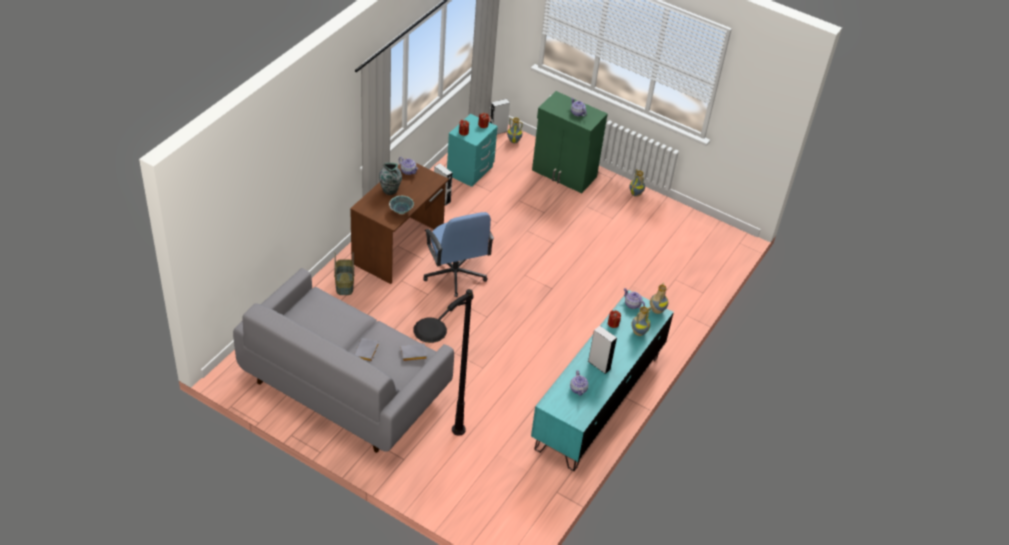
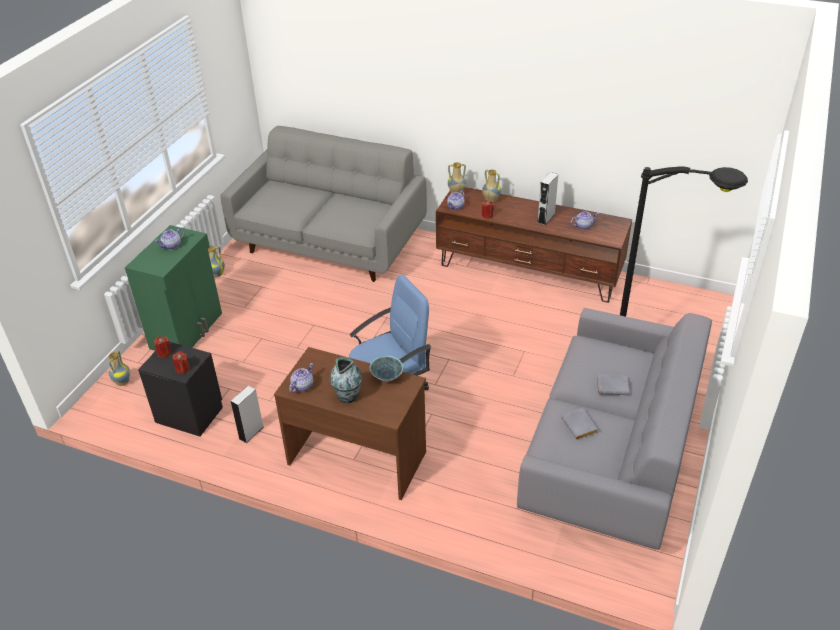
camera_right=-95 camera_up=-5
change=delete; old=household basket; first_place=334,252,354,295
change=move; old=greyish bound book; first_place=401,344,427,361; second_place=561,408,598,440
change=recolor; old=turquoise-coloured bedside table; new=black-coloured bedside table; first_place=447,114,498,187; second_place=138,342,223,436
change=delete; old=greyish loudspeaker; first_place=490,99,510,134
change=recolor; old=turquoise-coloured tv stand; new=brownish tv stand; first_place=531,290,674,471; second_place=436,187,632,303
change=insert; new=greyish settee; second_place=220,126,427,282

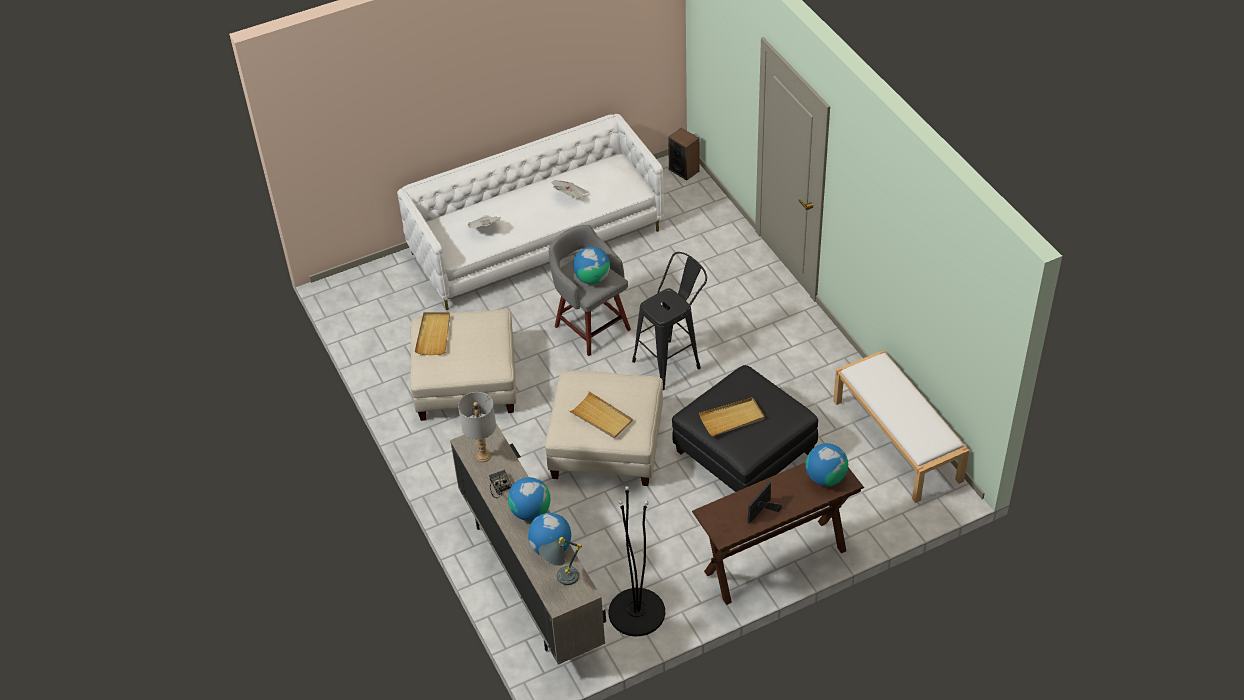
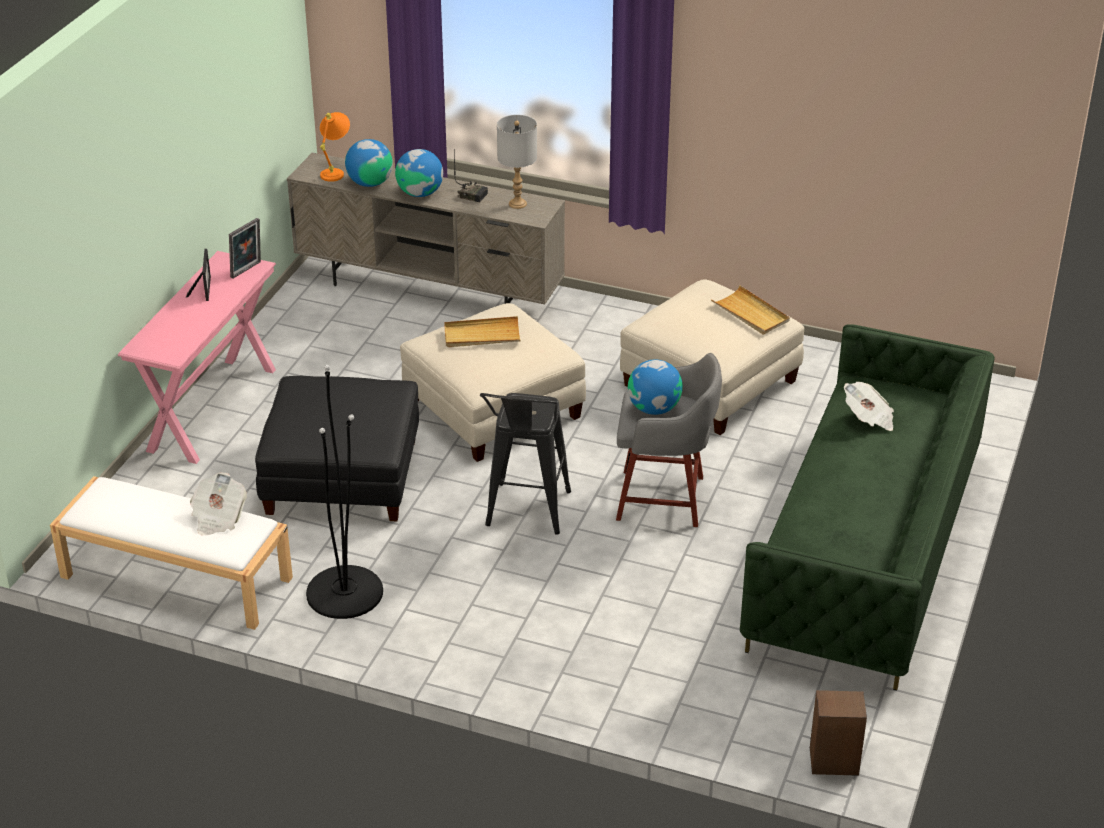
camera_right=135 camera_up=-10
change=recolor; old=white settee; new=green-coloured settee; first_place=397,114,664,310; second_place=740,324,995,691
change=recolor; old=greyish table lamp; new=orangey table lamp; first_place=539,537,582,585; second_place=320,112,350,182
change=move; old=daily paper; first_place=551,180,589,198; second_place=190,472,247,535
change=move; old=black-coloured standard lamp; first_place=608,486,665,636; second_place=306,365,383,619
change=recolor; old=brownish narrow table; new=pink-coloured narrow table; first_place=692,462,864,605; second_place=118,251,276,464
change=delete; old=sand-coloured carrying tray; first_place=699,397,765,436
change=delete; old=world globe; first_place=805,443,848,486
change=insert; new=photo frame; second_place=229,218,261,279

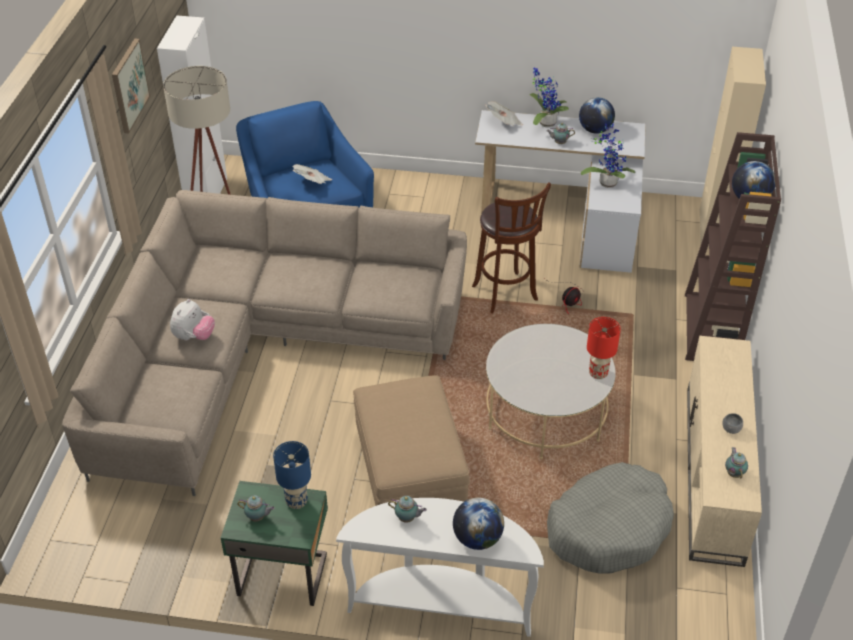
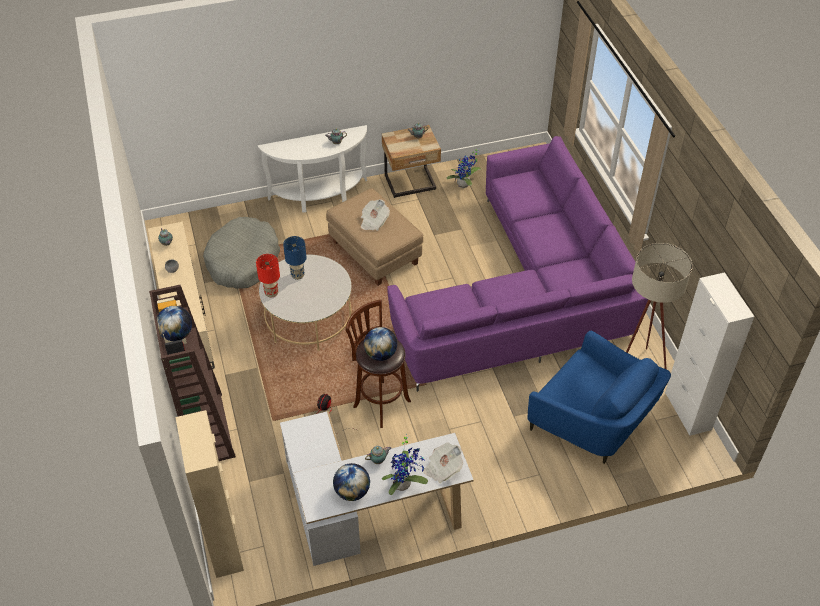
camera_right=155 camera_up=5
change=recolor; old=sand-coloured settee; new=purplish settee; first_place=62,190,467,496; second_place=387,136,648,392
change=delete; old=wall art; first_place=112,39,150,133
change=delete; old=plush toy; first_place=170,299,215,340
change=recolor; old=green-coloured bedside table; new=sand-coloured bedside table; first_place=221,481,328,606; second_place=382,125,441,198
change=move; old=bluish table lamp; first_place=273,441,311,509; second_place=283,236,307,280
change=move; old=daily paper; first_place=293,164,332,184; second_place=361,199,390,231
change=move; old=world globe; first_place=453,497,504,550; second_place=364,327,397,361
change=move; old=plant in a pot; first_place=580,124,635,188; second_place=447,149,481,188

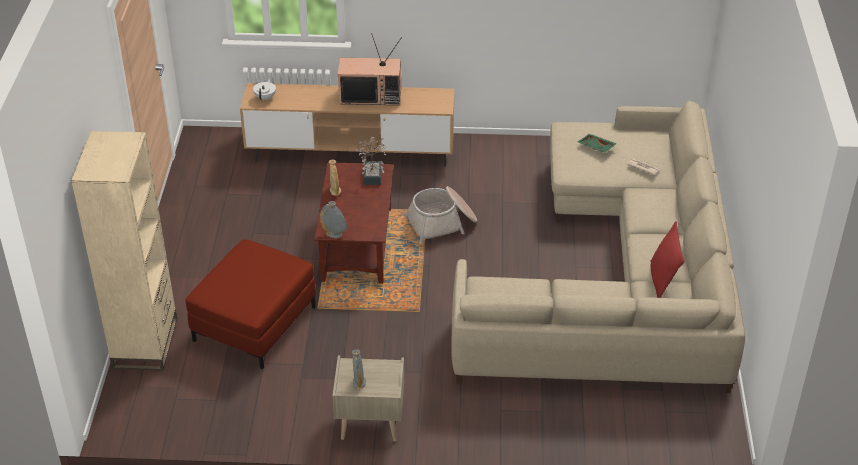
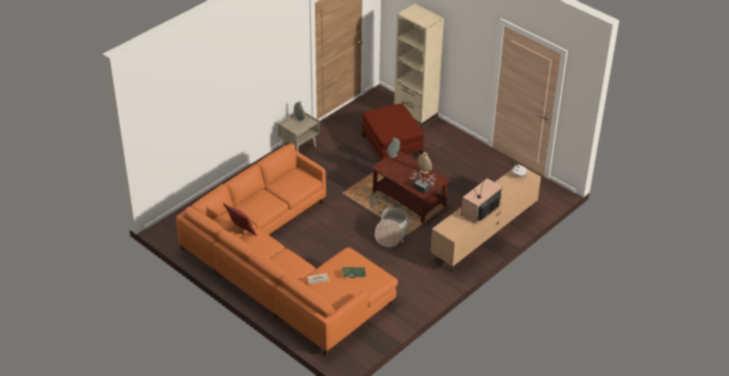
camera_right=130 camera_up=0
change=recolor; old=sand-coloured settee; new=orangey settee; first_place=451,101,745,393; second_place=176,143,398,355

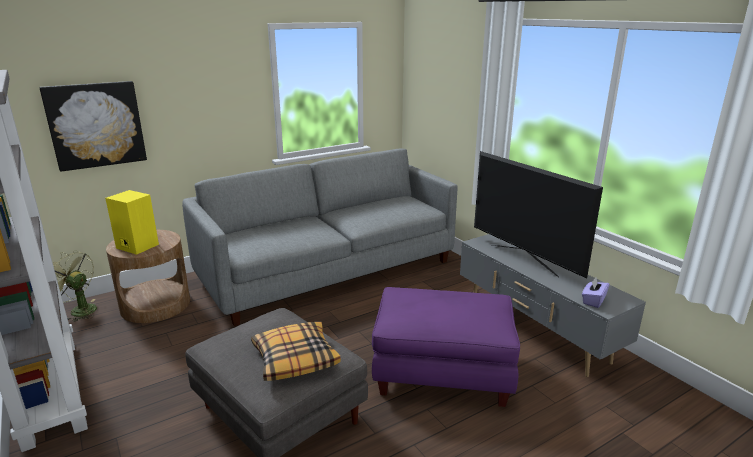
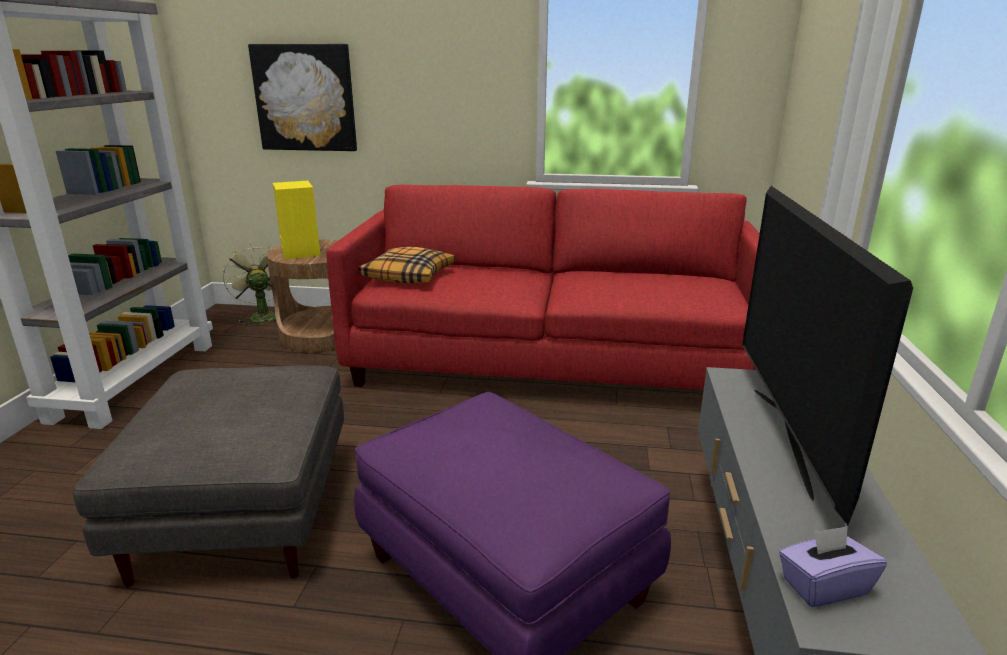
camera_right=40 camera_up=0
change=recolor; old=greyish settee; new=red-coloured settee; first_place=182,149,458,326; second_place=327,185,760,390
change=move; old=cushion; first_place=251,322,341,381; second_place=359,247,455,283

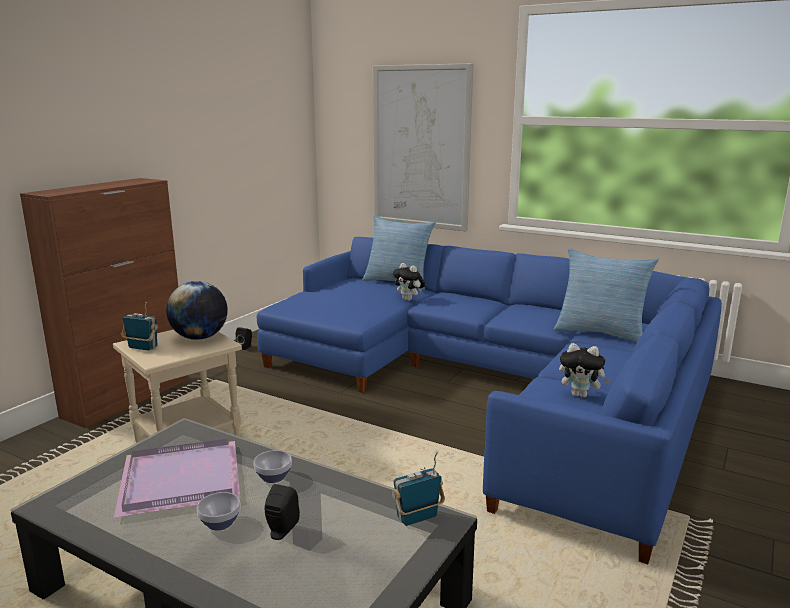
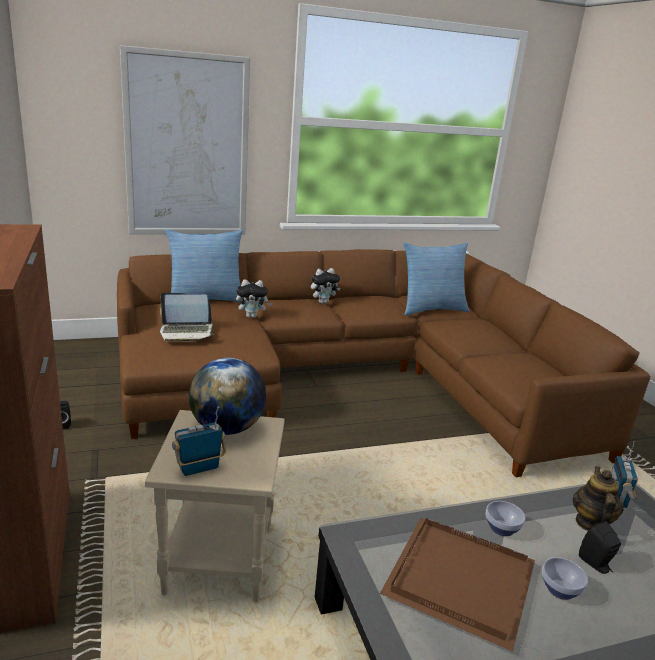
camera_right=-50 camera_up=5
change=recolor; old=purplish carrying tray; new=brownish carrying tray; first_place=114,439,240,518; second_place=380,518,535,651
change=recolor; old=bluish settee; new=brownish settee; first_place=257,237,722,564; second_place=117,249,651,477
change=move; old=plush toy; first_place=559,343,610,398; second_place=311,268,340,304
change=insert; new=notebook computer; second_place=159,292,214,342
change=insert; new=teapot; second_place=572,466,624,531

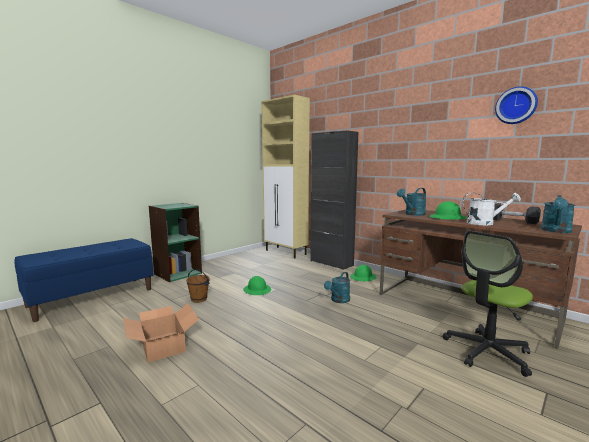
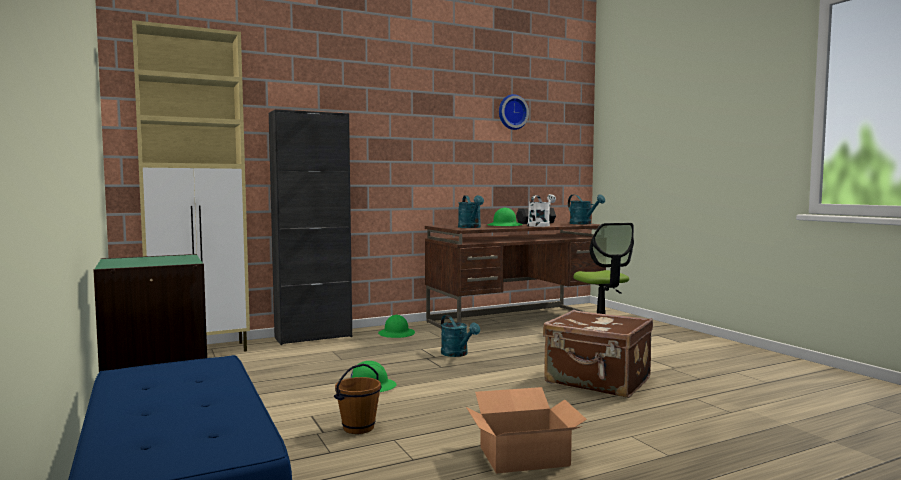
camera_right=-70 camera_up=-5
change=insert; new=brownish travel case; second_place=543,310,653,398

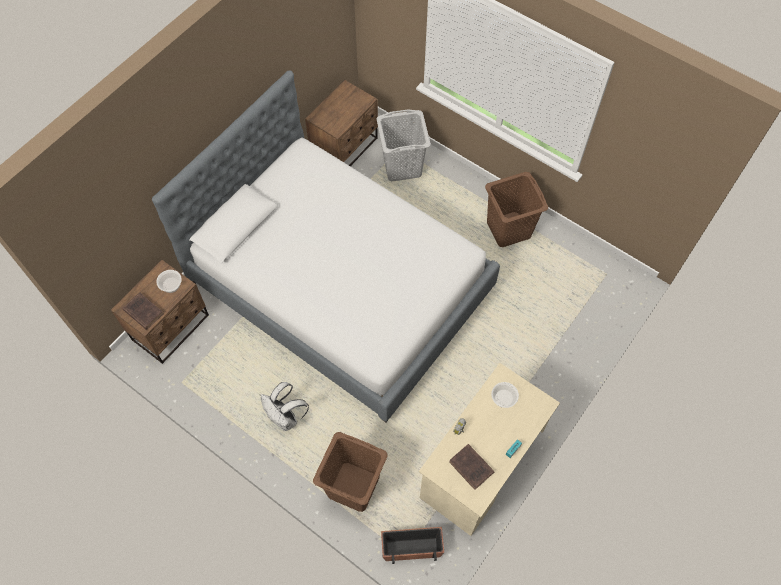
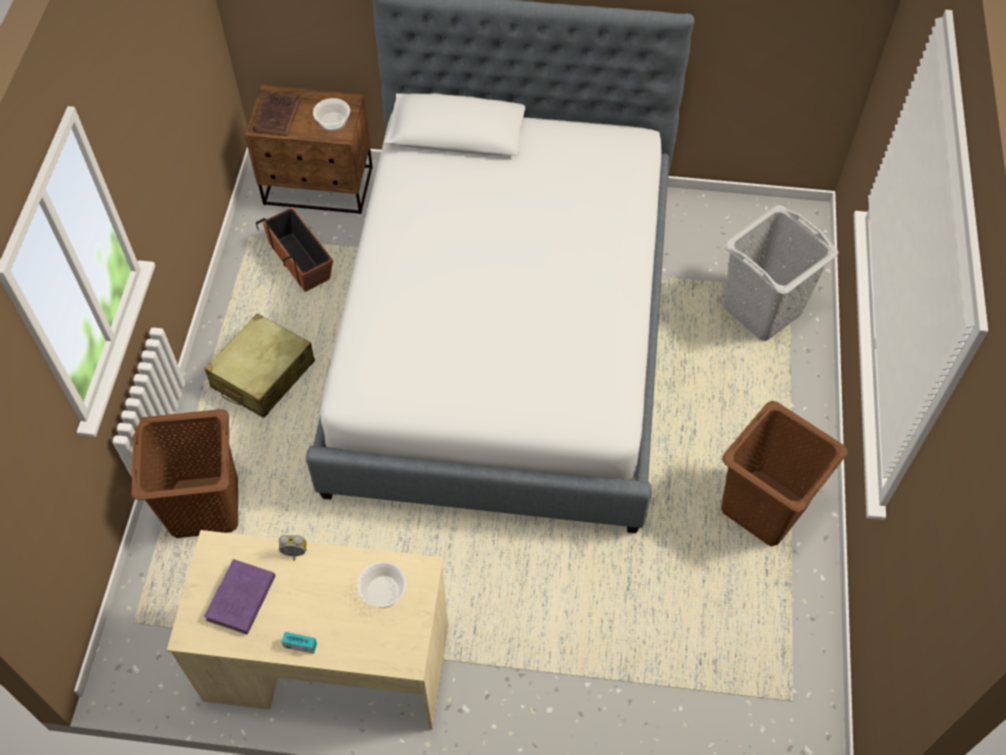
camera_right=60 camera_up=-5
change=replace; old=white knapsack; new=sand-coloured travel case; first_place=261,382,309,431; second_place=204,313,315,418
change=delete; old=brownish bedside table; first_place=305,80,378,166
change=move; old=flower pot; first_place=381,527,444,564; second_place=256,207,333,292
change=recolor; old=brownish bound book; new=purplish bound book; first_place=449,444,495,490; second_place=204,559,276,635

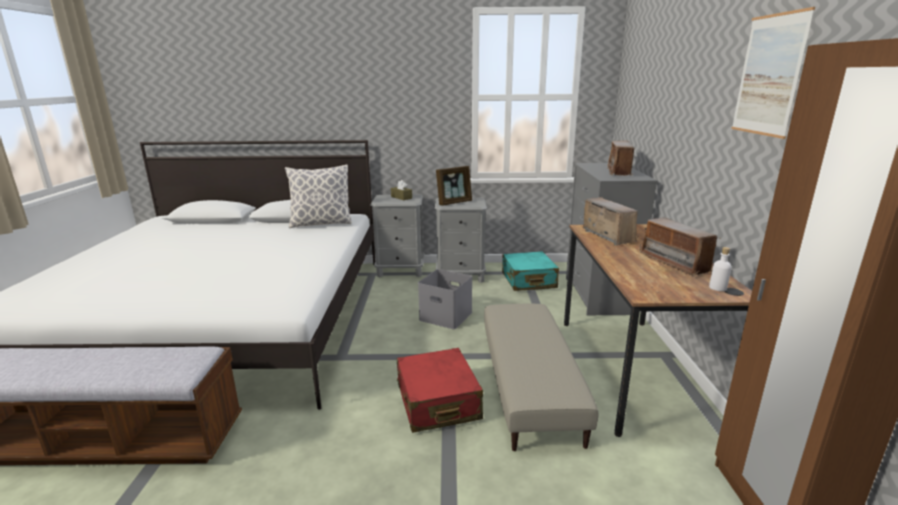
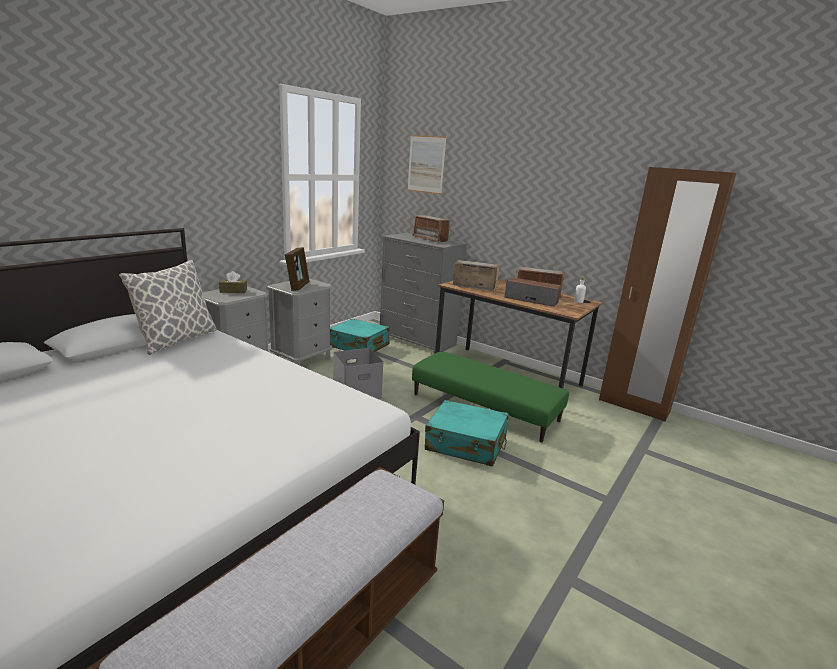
camera_right=-55 camera_up=0
change=recolor; old=red-coloured travel case; new=turquoise-coloured travel case; first_place=397,348,483,433; second_place=425,400,509,467
change=recolor; old=sand-coloured pouffe; new=green-coloured pouffe; first_place=484,304,598,451; second_place=412,352,569,442
change=move; old=wall art; first_place=731,7,815,139; second_place=408,135,446,194
change=insert; new=loudspeaker; second_place=504,277,561,307

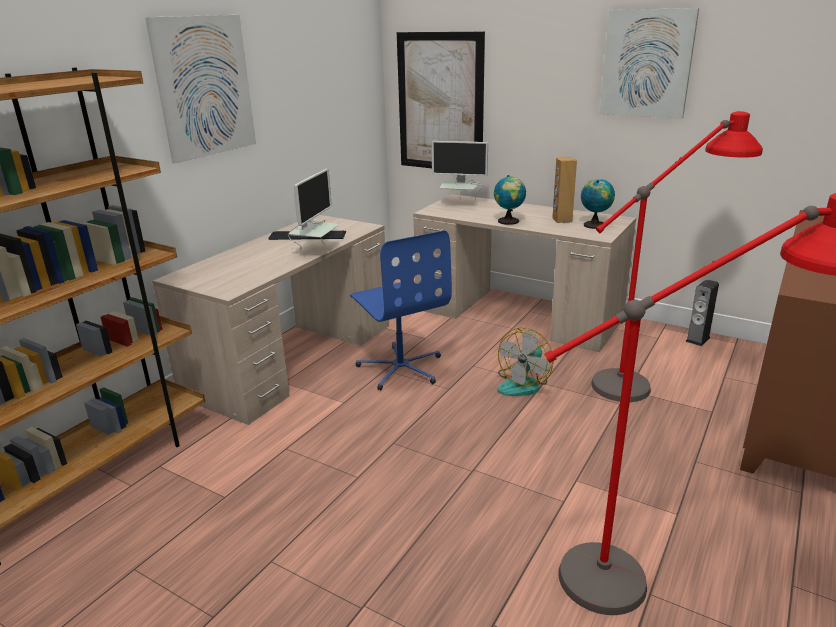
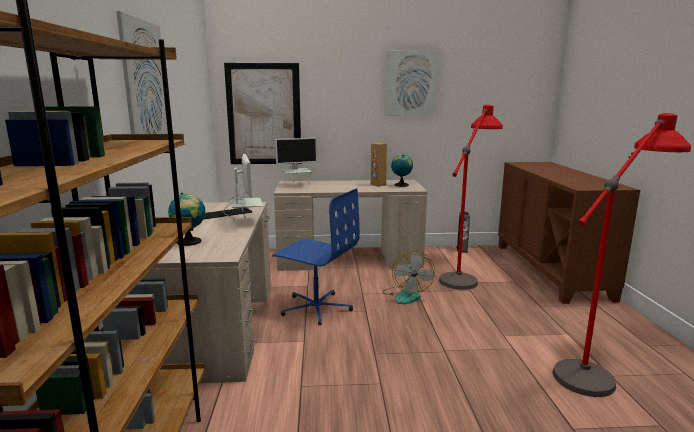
camera_right=-35 camera_up=-10
change=move; old=world globe; first_place=494,175,526,225; second_place=168,193,205,246

